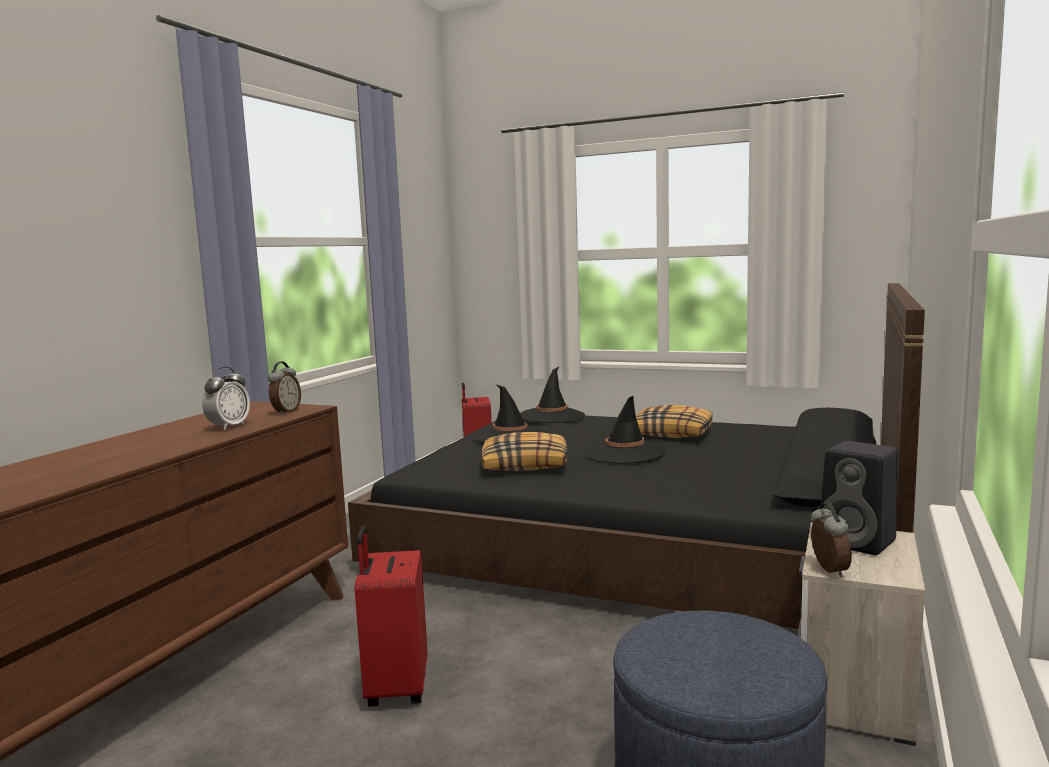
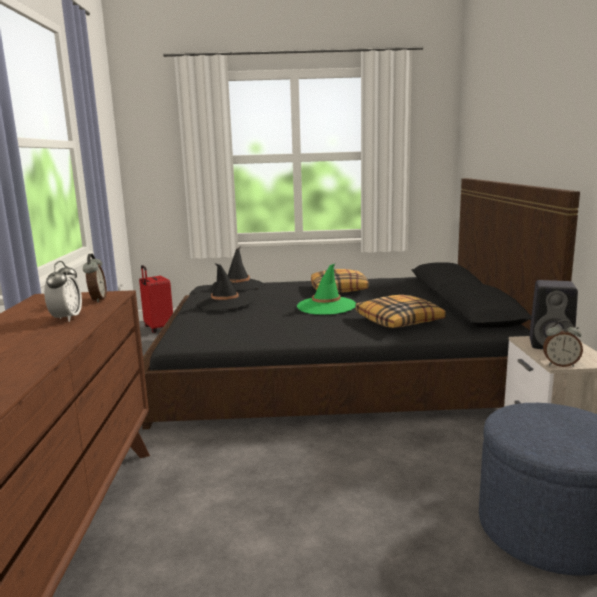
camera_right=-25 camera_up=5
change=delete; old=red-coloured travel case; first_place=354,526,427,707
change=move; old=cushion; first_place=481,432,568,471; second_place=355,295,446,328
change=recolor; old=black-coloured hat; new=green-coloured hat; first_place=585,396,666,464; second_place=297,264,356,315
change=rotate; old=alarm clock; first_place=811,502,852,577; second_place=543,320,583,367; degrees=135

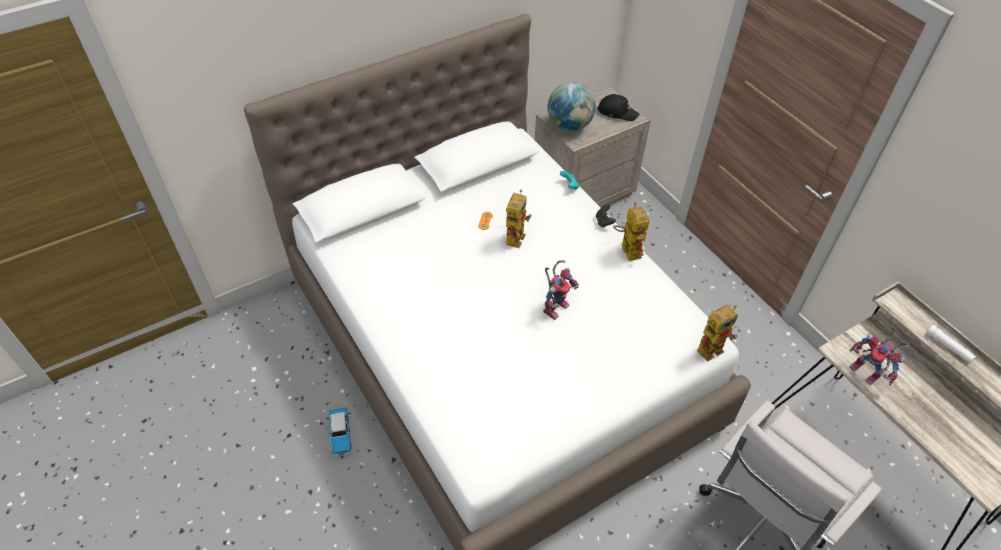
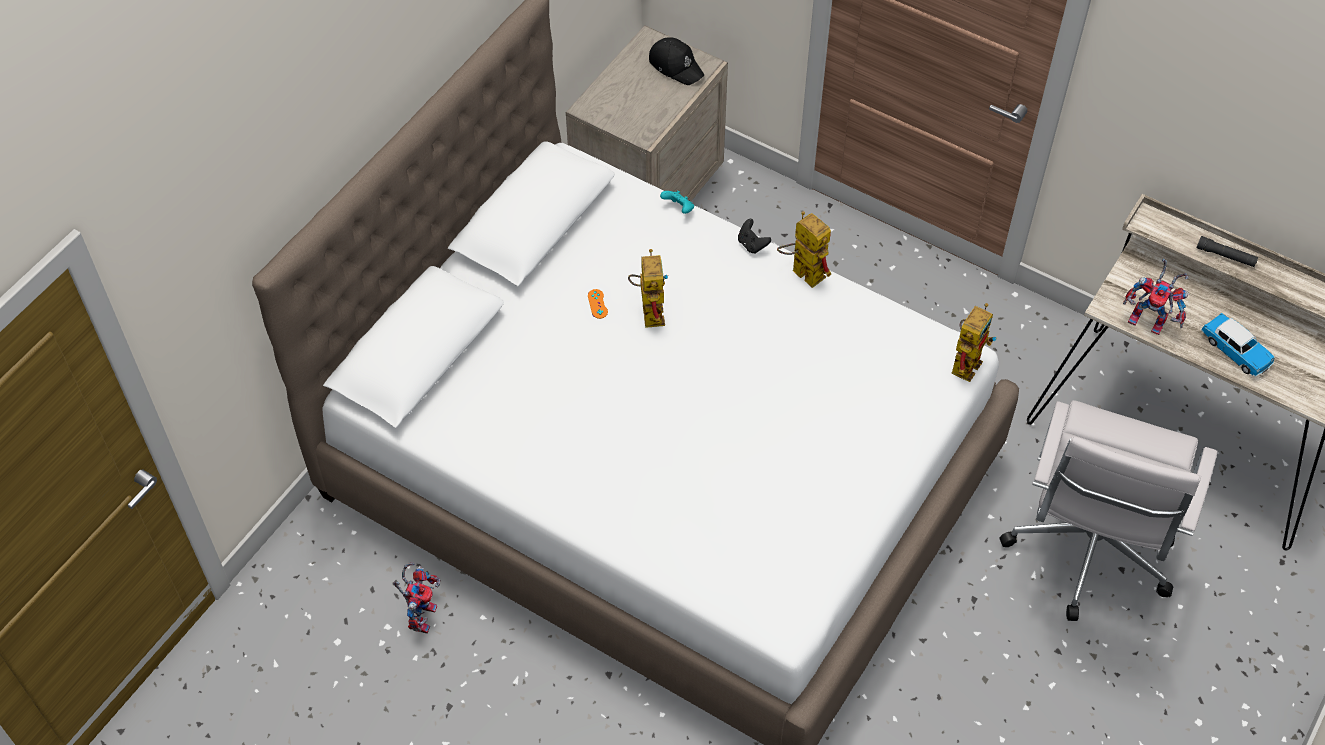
camera_right=-25 camera_up=5
change=move; old=toy car; first_place=329,407,352,455; second_place=1201,313,1275,377
change=move; old=model robot; first_place=543,260,579,320; second_place=393,562,441,634
change=delete; old=world globe; first_place=548,82,596,131
change=rotate; old=black-coloured cap; first_place=597,94,640,121; second_place=649,37,704,85; degrees=45
change=recolor; old=white torch; new=black-coloured torch; first_place=926,325,976,363; second_place=1196,236,1258,267

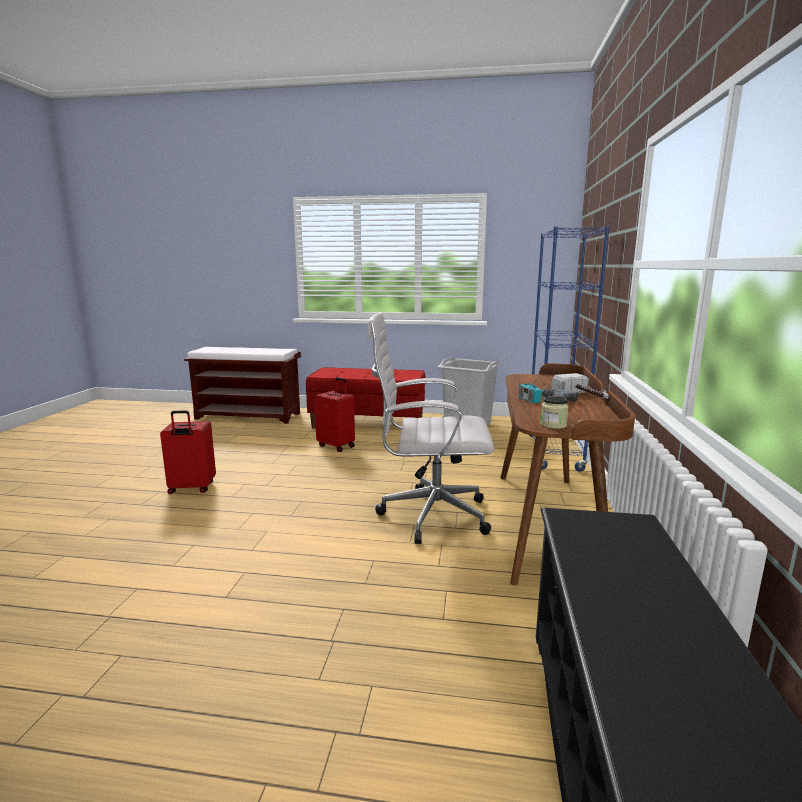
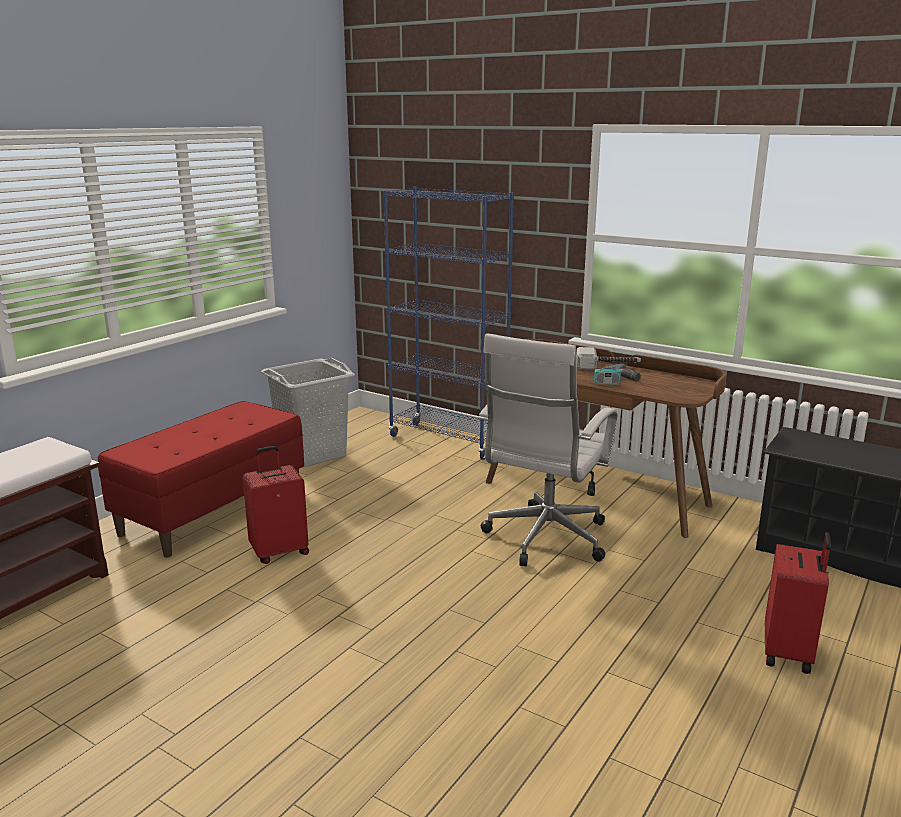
camera_right=-65 camera_up=5
change=move; old=red-coloured travel case; first_place=160,410,216,494; second_place=765,532,831,674
change=delete; old=preserve jar; first_place=540,396,569,429

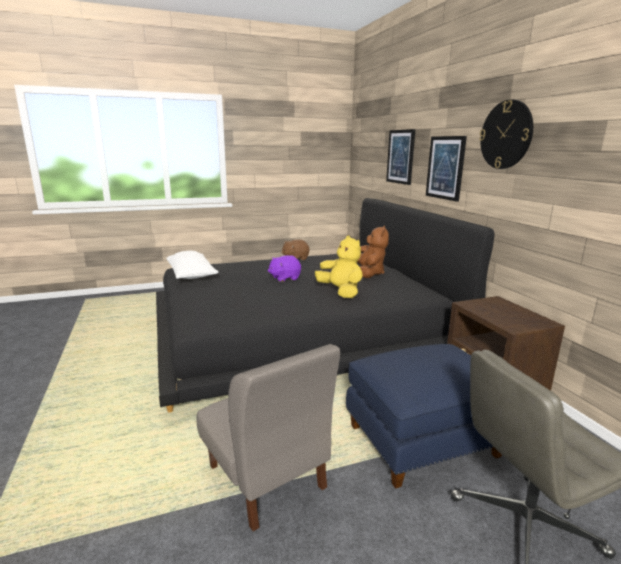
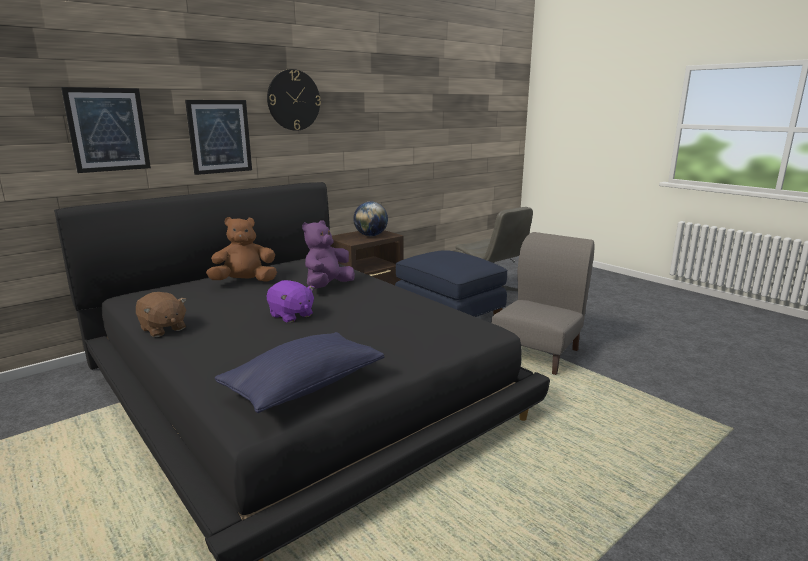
camera_right=-110 camera_up=0
change=recolor; old=white cushion; new=bluish cushion; first_place=166,251,218,279; second_place=215,332,384,413
change=recolor; old=yellow-coloured plush toy; new=purplish plush toy; first_place=315,235,363,298; second_place=302,220,355,289
change=insert; new=world globe; second_place=353,202,388,236

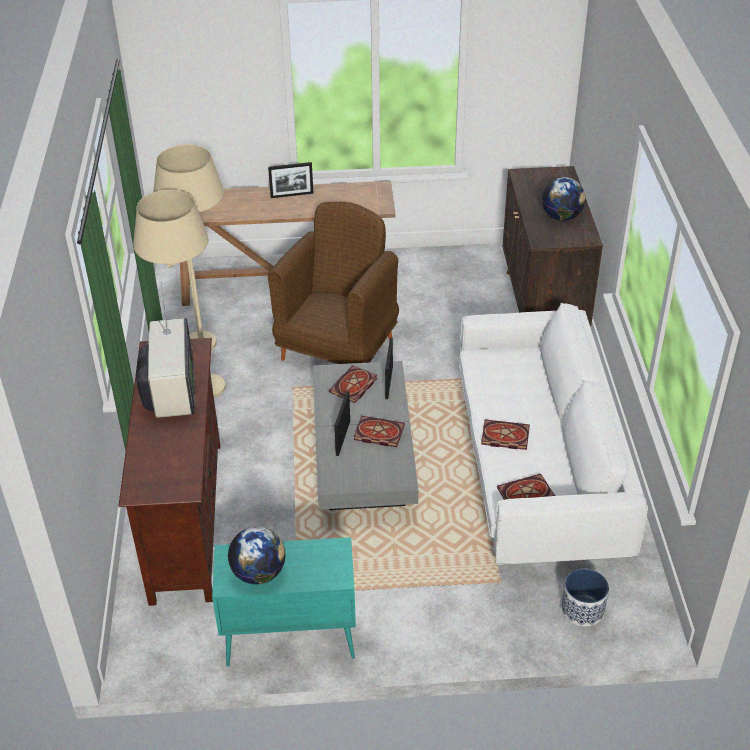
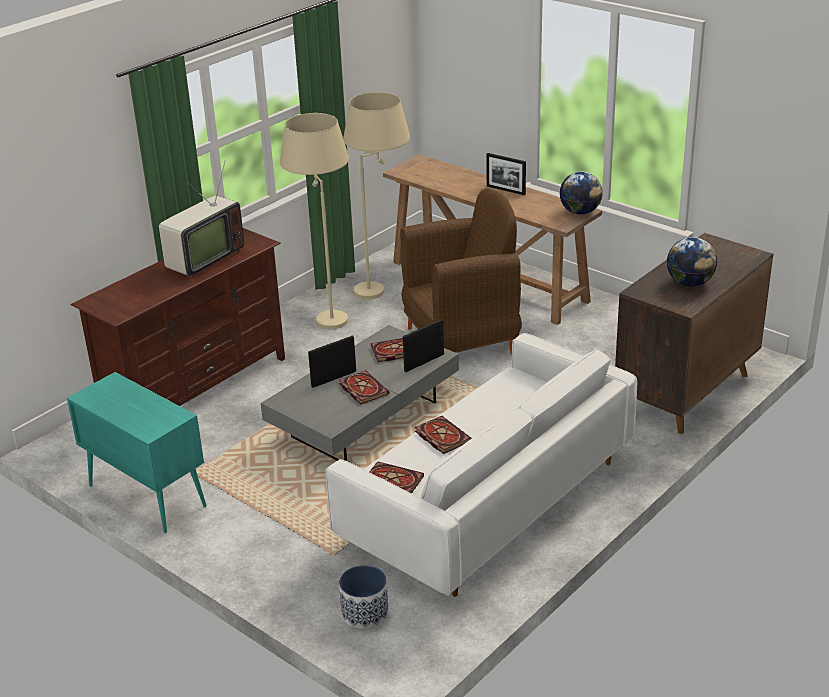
camera_right=45 camera_up=-10
change=move; old=world globe; first_place=228,527,285,584; second_place=560,172,603,215

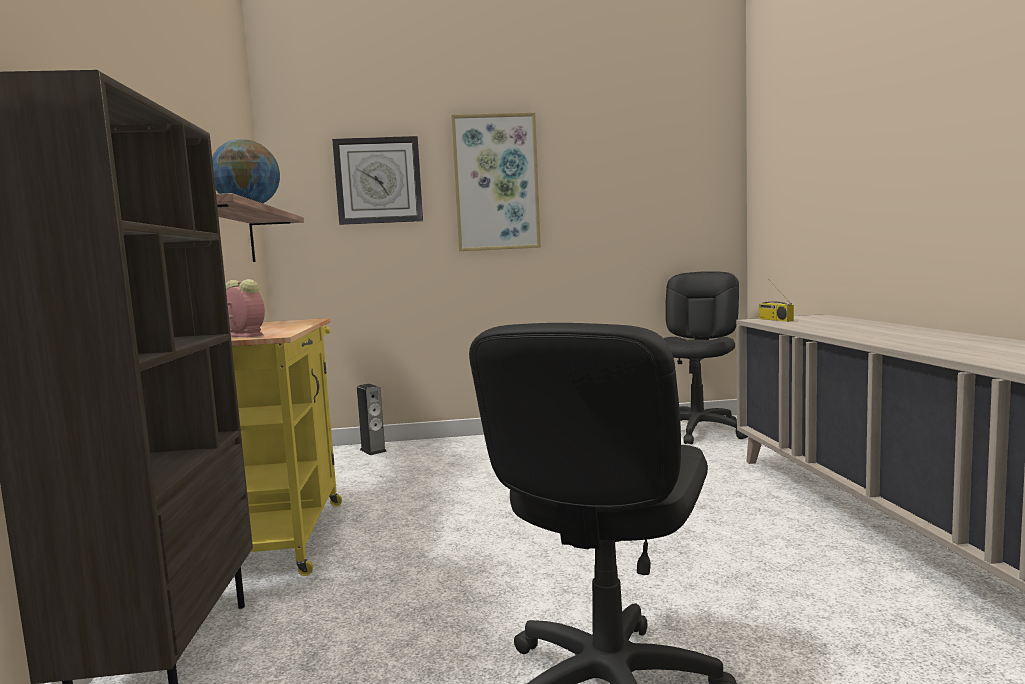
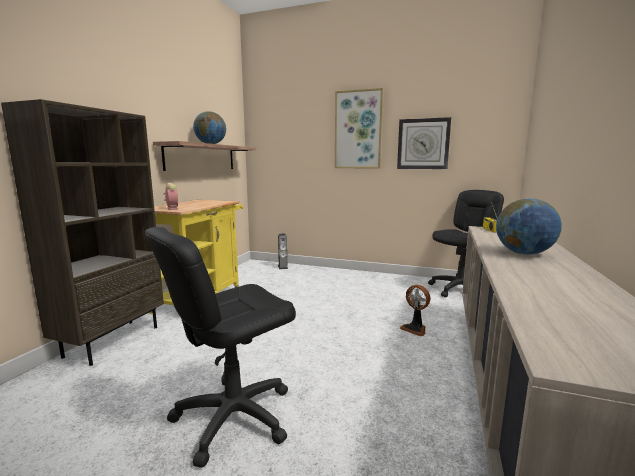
camera_right=25 camera_up=5
change=move; old=hanging clock; first_place=332,136,423,225; second_place=397,117,451,169
change=insert; new=electric fan; second_place=400,285,430,336
change=insert; new=world globe; second_place=496,198,562,255

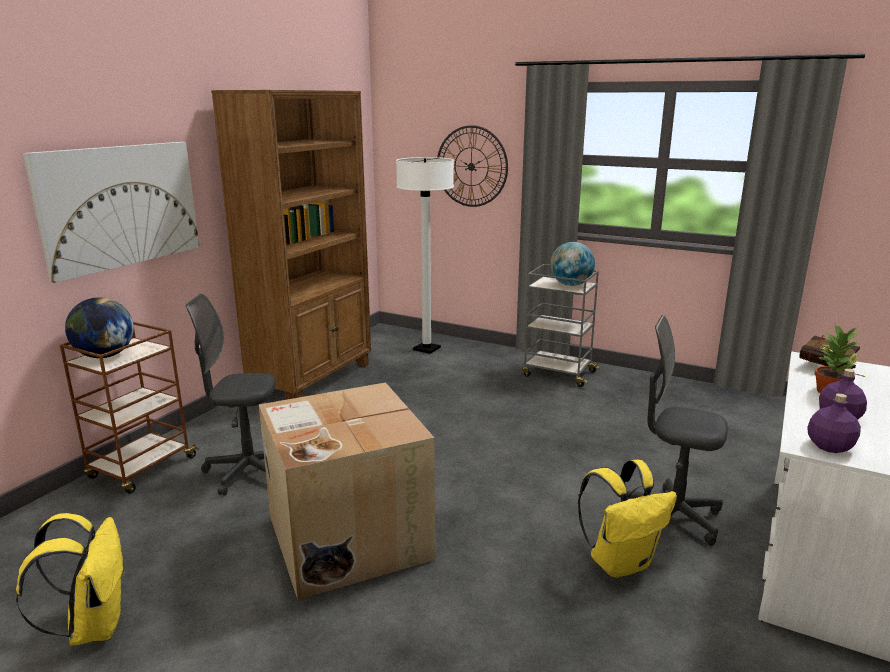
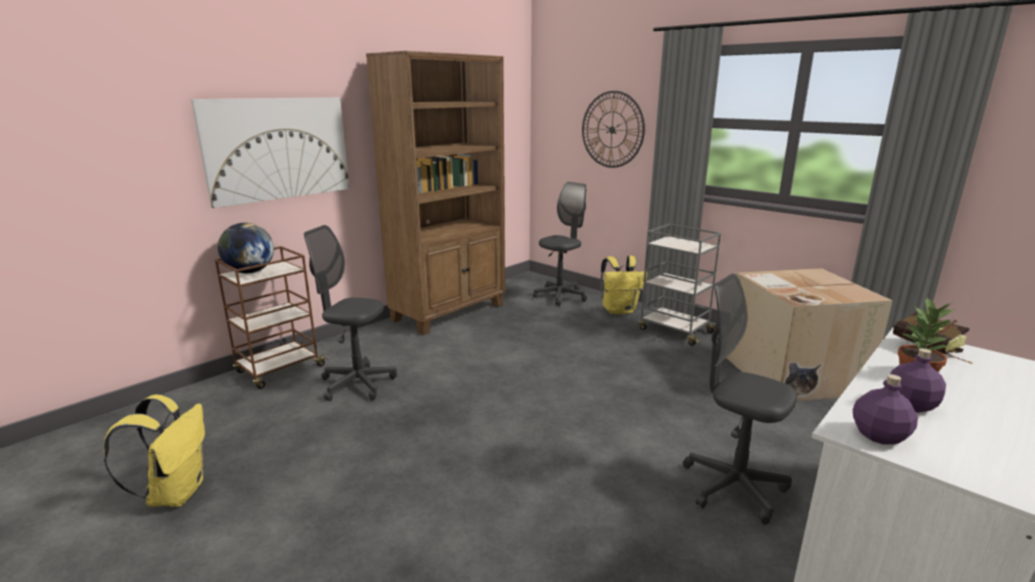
camera_right=15 camera_up=0
change=move; old=cardboard box; first_place=259,382,435,600; second_place=726,268,893,401
change=replace; old=white standard lamp; new=greyish desk chair; first_place=396,157,454,354; second_place=533,182,587,306
change=delete; old=world globe; first_place=550,242,595,286
change=move; old=yellow-coloured knapsack; first_place=578,460,677,578; second_place=601,256,647,315

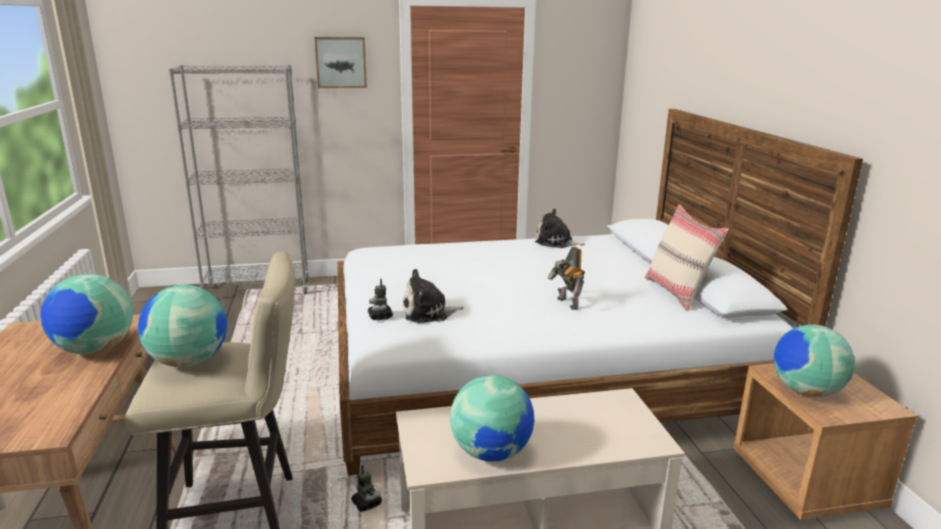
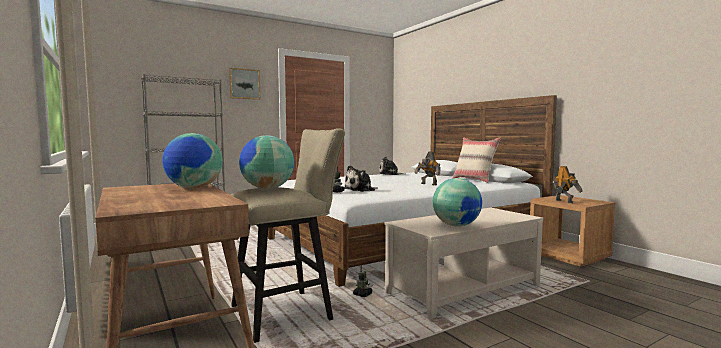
camera_right=-20 camera_up=-15
change=replace; old=world globe; new=model robot; first_place=774,325,855,397; second_place=554,166,583,203

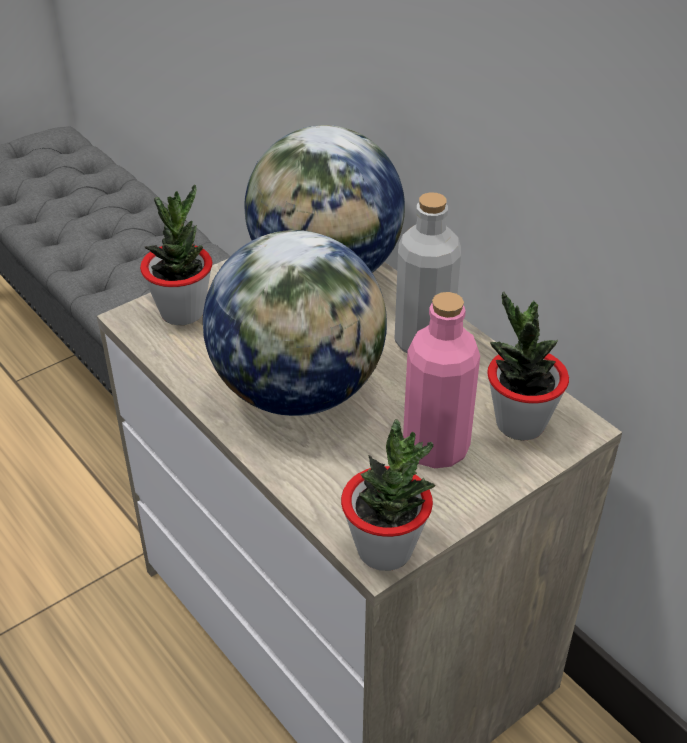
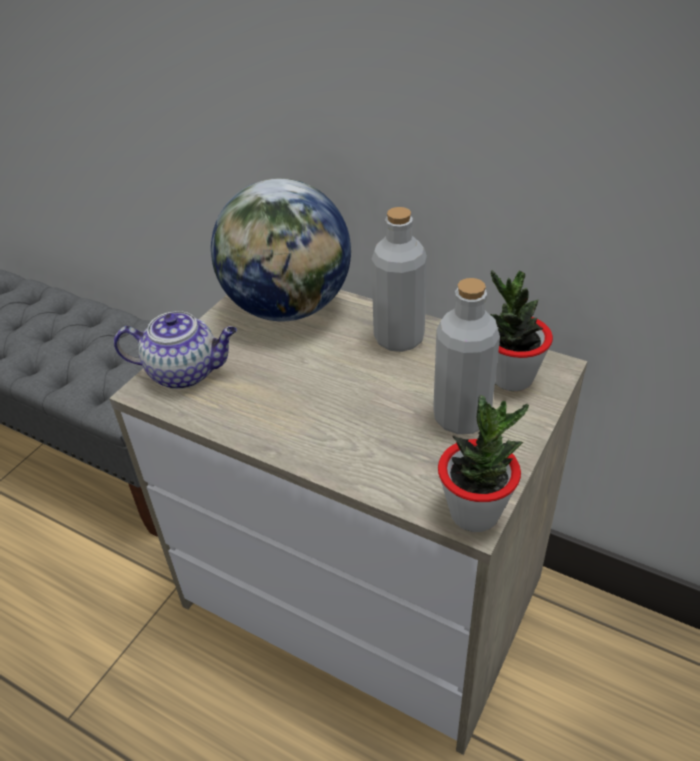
camera_right=-20 camera_up=0
change=replace; old=plant in a pot; new=teapot; first_place=140,184,212,325; second_place=114,311,237,389
change=delete; old=world globe; first_place=203,230,387,416
change=recolor; old=pink-coloured beverage bottle; new=greyish beverage bottle; first_place=403,292,480,468; second_place=433,278,500,434

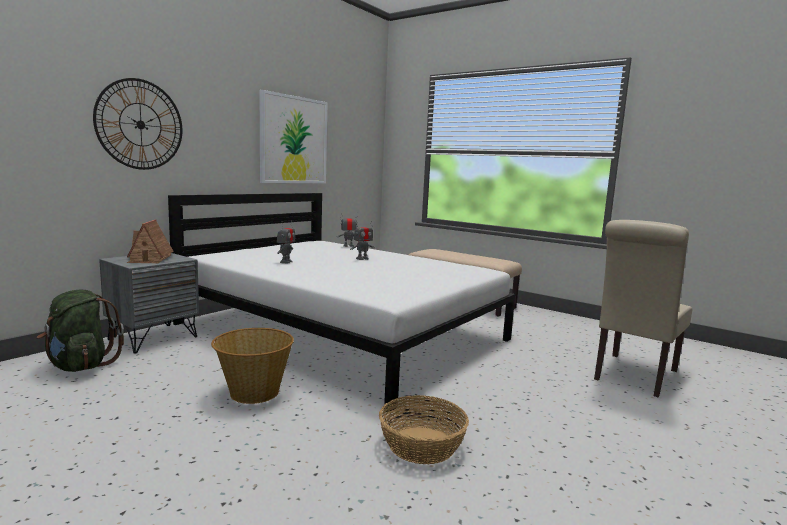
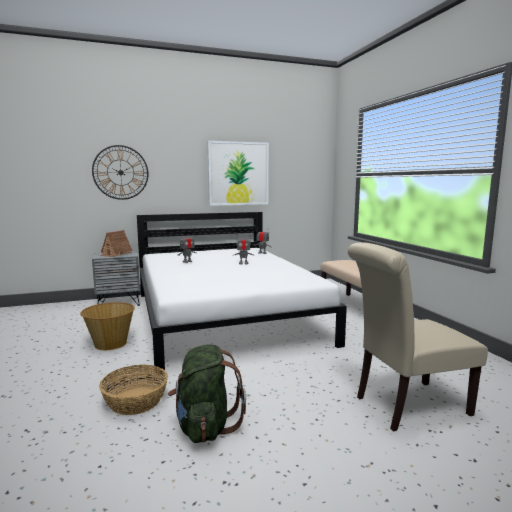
camera_right=35 camera_up=0
change=move; old=green-coloured knapsack; first_place=36,290,124,372; second_place=168,345,246,443

